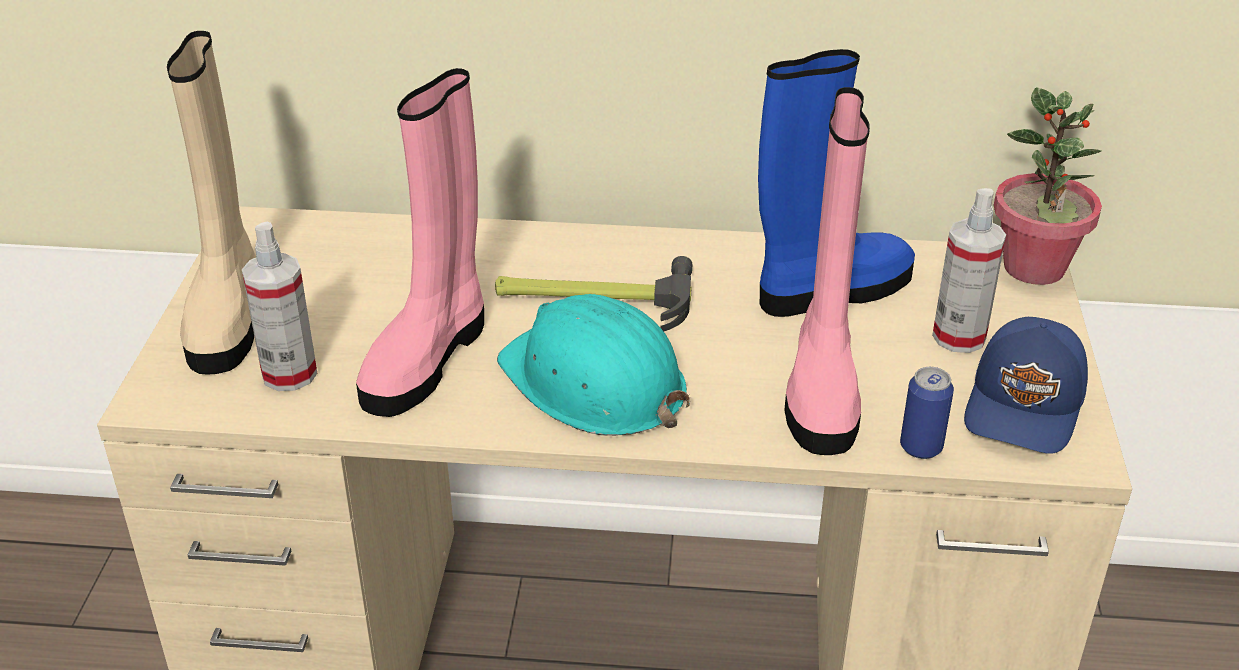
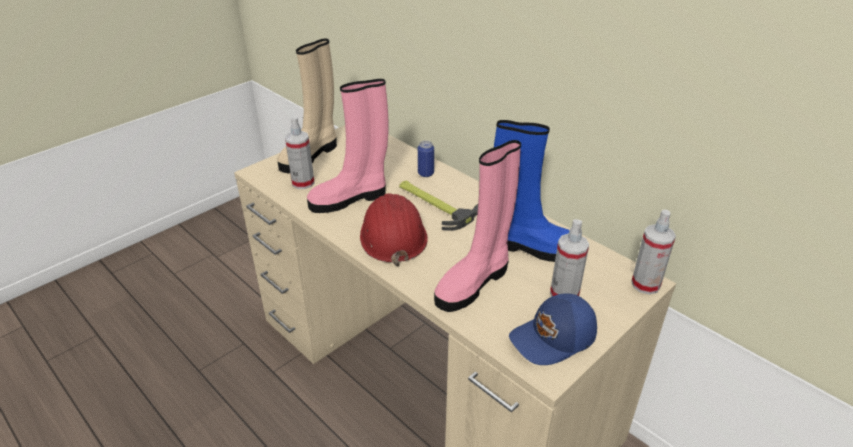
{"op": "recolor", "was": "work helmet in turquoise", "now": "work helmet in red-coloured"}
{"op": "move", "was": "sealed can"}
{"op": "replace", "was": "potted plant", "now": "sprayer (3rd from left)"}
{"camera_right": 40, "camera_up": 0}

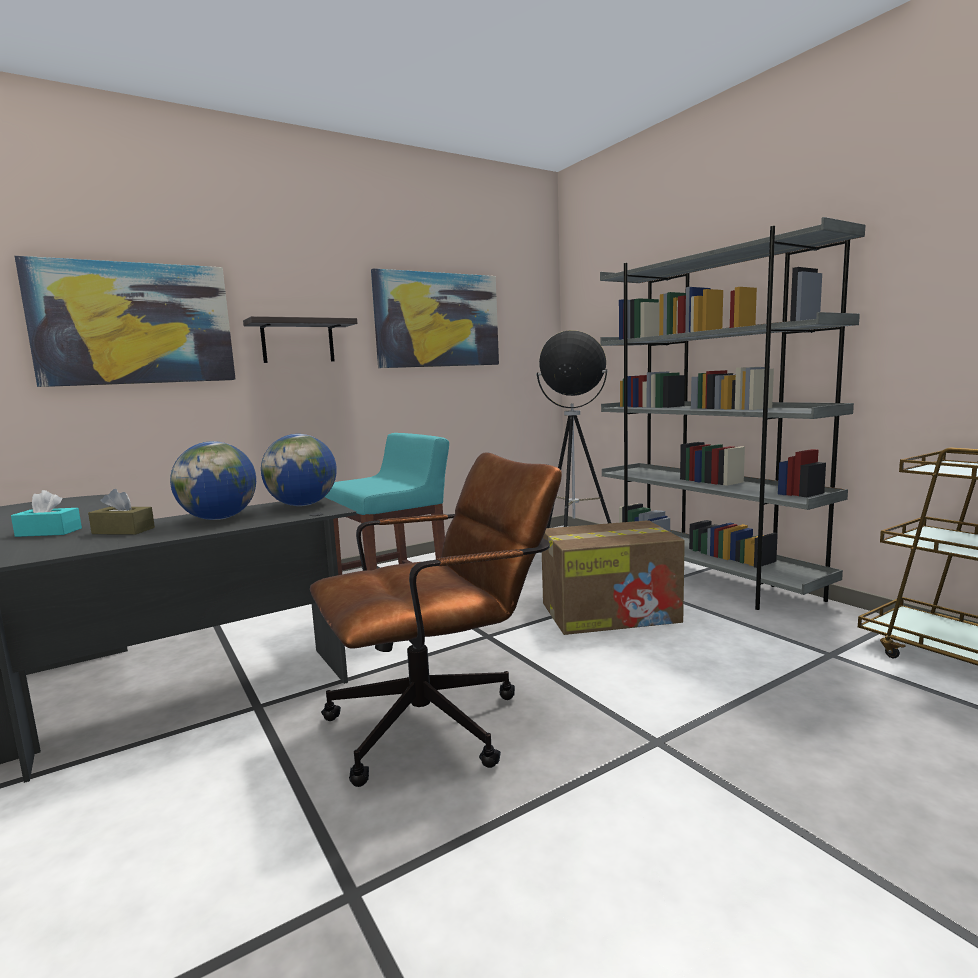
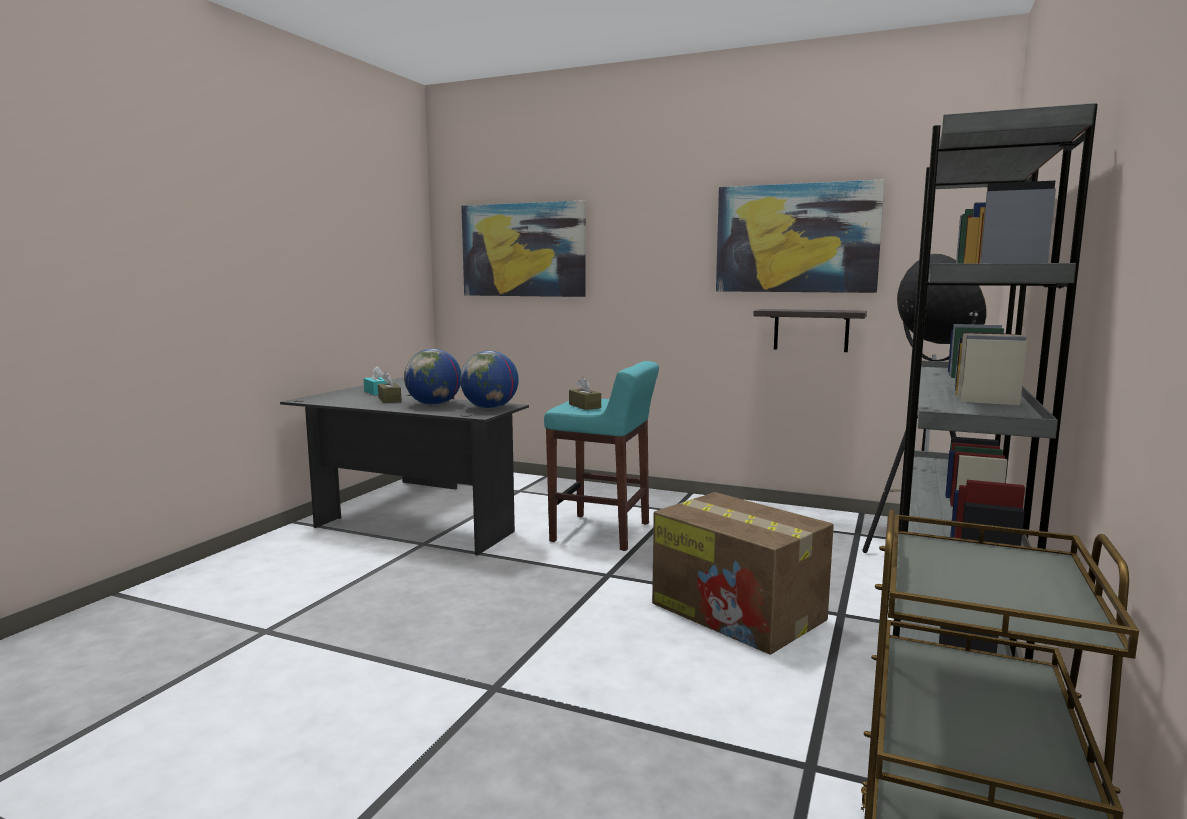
{"op": "move", "was": "shelf"}
{"op": "delete", "was": "computer chair in brown"}
{"op": "insert", "now": "box of tissues in brown (2nd from left)"}
{"camera_right": 55, "camera_up": 0}

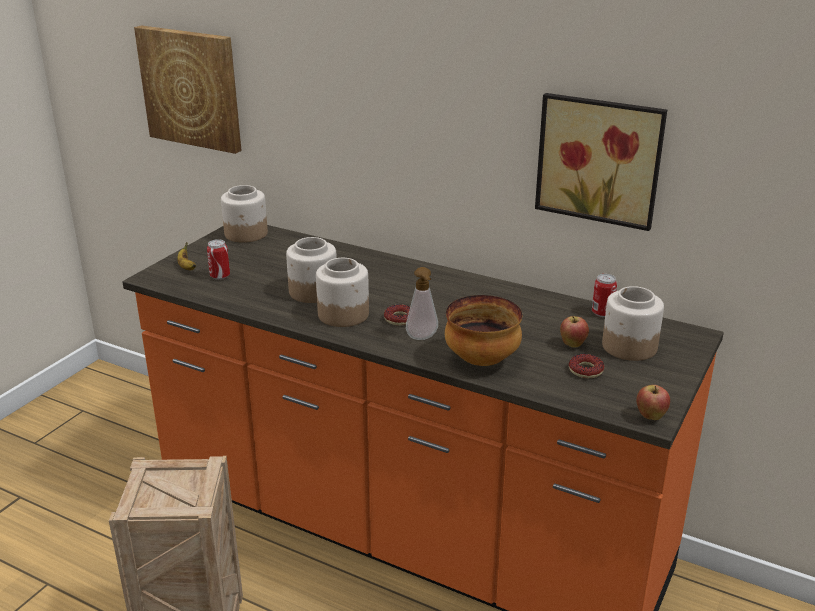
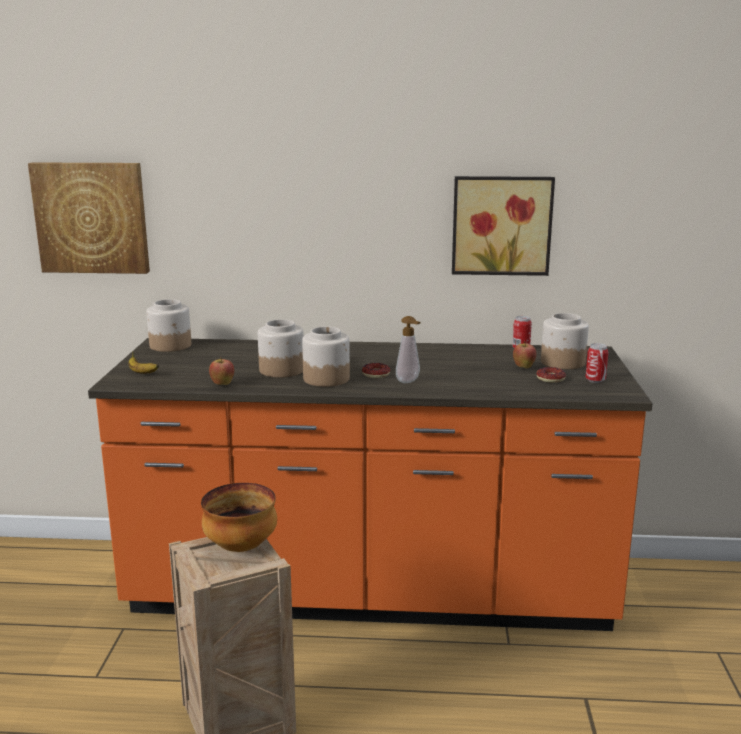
{"op": "move", "was": "sealed can (1st from left in the first image)", "now": "sealed can (2nd from left)"}
{"op": "move", "was": "serving bowl"}
{"op": "move", "was": "apple (2nd from left in the first image)", "now": "apple (1st from left)"}
{"camera_right": -25, "camera_up": -10}

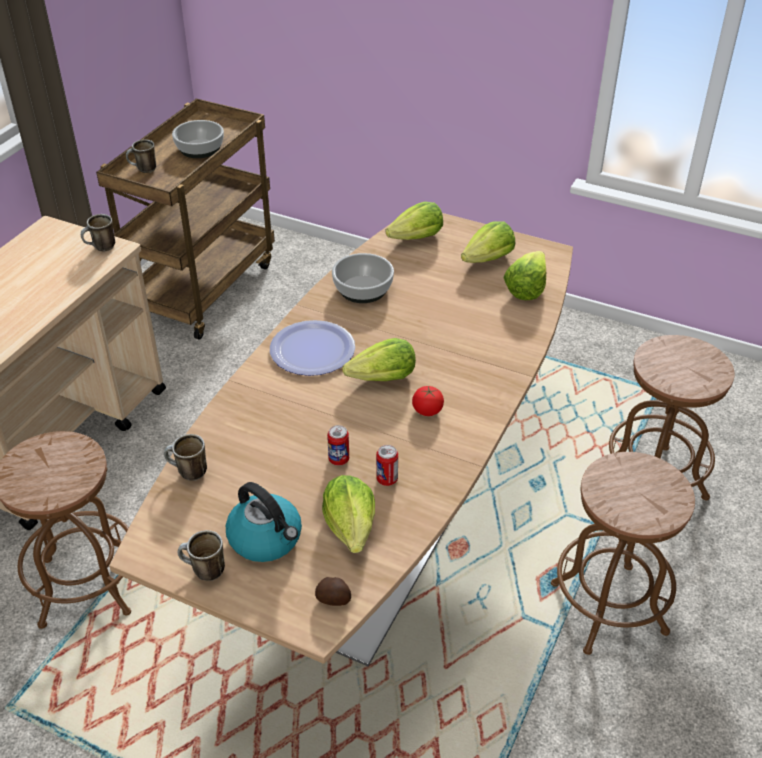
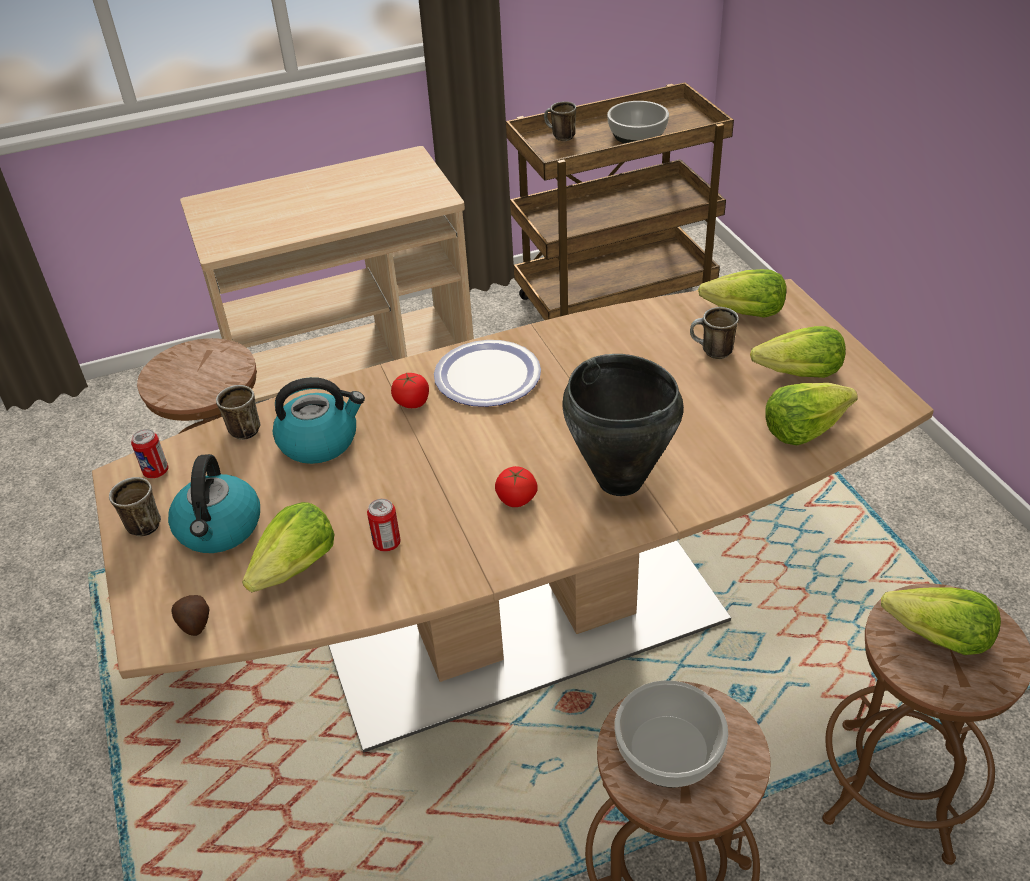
{"op": "move", "was": "tea mug (1st from left in the first image)", "now": "tea mug (4th from left)"}
{"op": "move", "was": "sealed can (1st from left)"}
{"op": "move", "was": "serving bowl (2nd from left)"}
{"op": "move", "was": "lettuce (2nd from left in the first image)", "now": "lettuce (5th from left)"}
{"op": "insert", "now": "kettle (2nd from left)"}
{"op": "insert", "now": "whole tomato (1st from left)"}
{"op": "insert", "now": "cooking pot in black-coloured"}
{"camera_right": 45, "camera_up": 0}

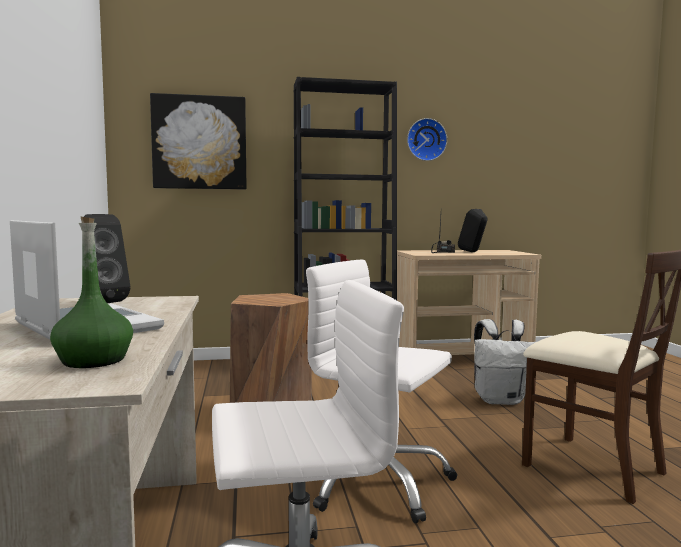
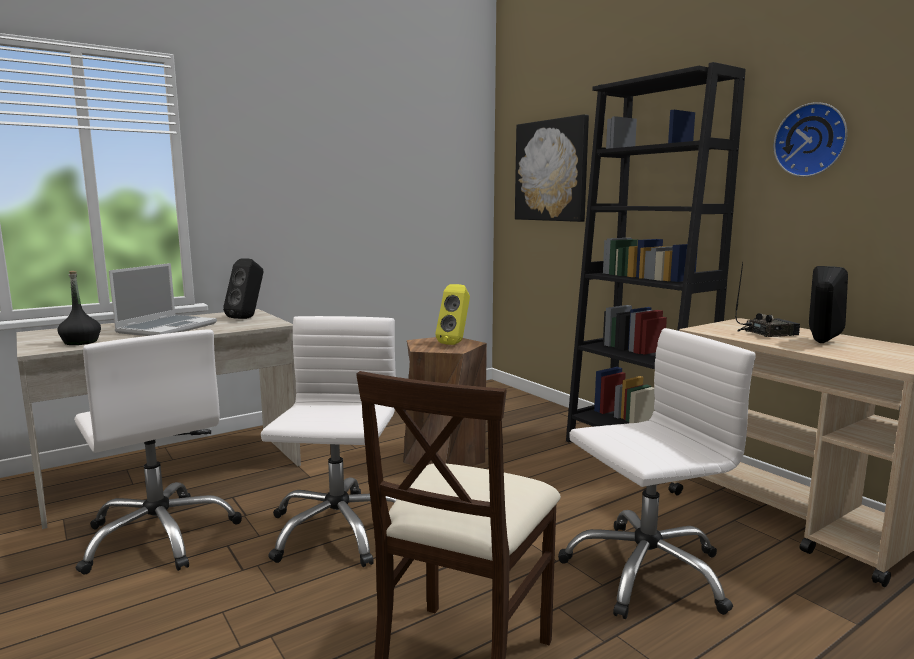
{"op": "recolor", "was": "drink bottle in green", "now": "drink bottle in black-coloured"}
{"op": "replace", "was": "rucksack in white-coloured", "now": "computer chair in white-coloured (3rd from left)"}
{"op": "insert", "now": "speaker in yellow-coloured"}
{"camera_right": 65, "camera_up": 5}

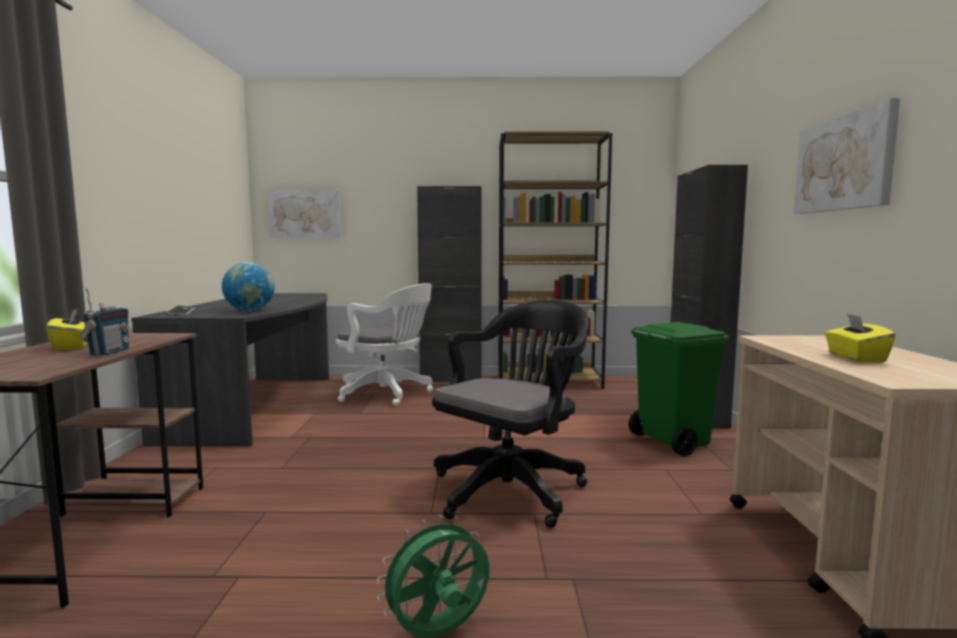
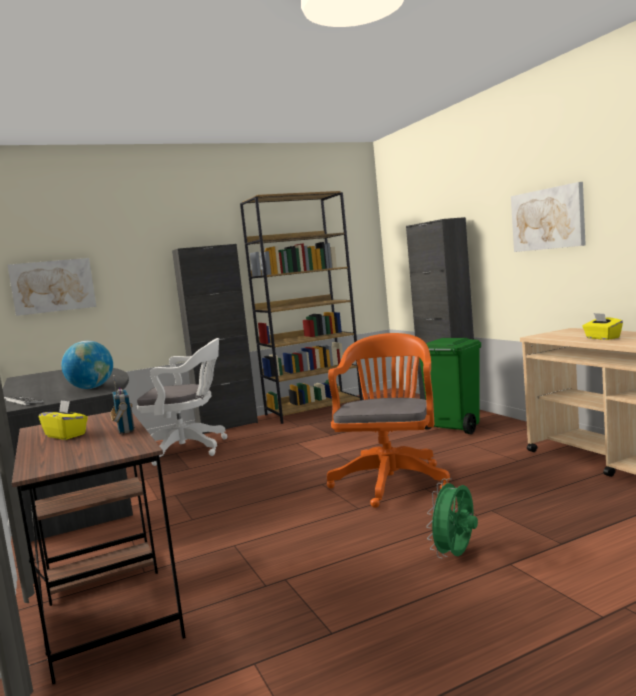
{"op": "recolor", "was": "computer chair in black-coloured", "now": "computer chair in orange"}
{"camera_right": -25, "camera_up": 0}

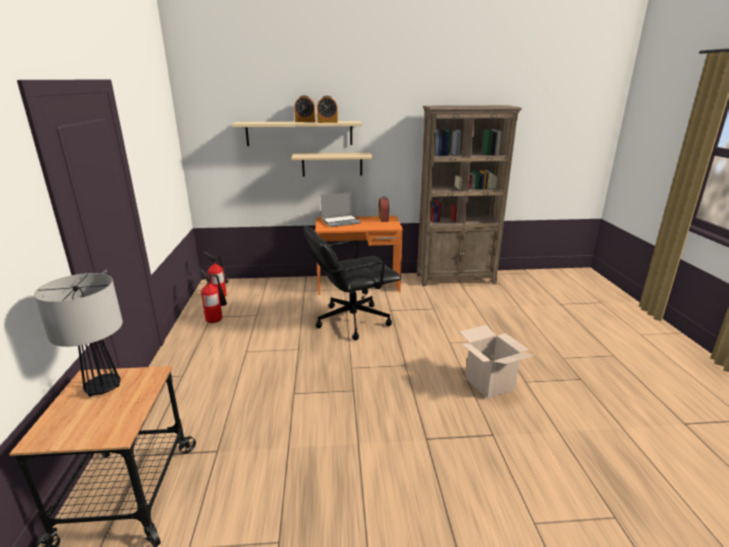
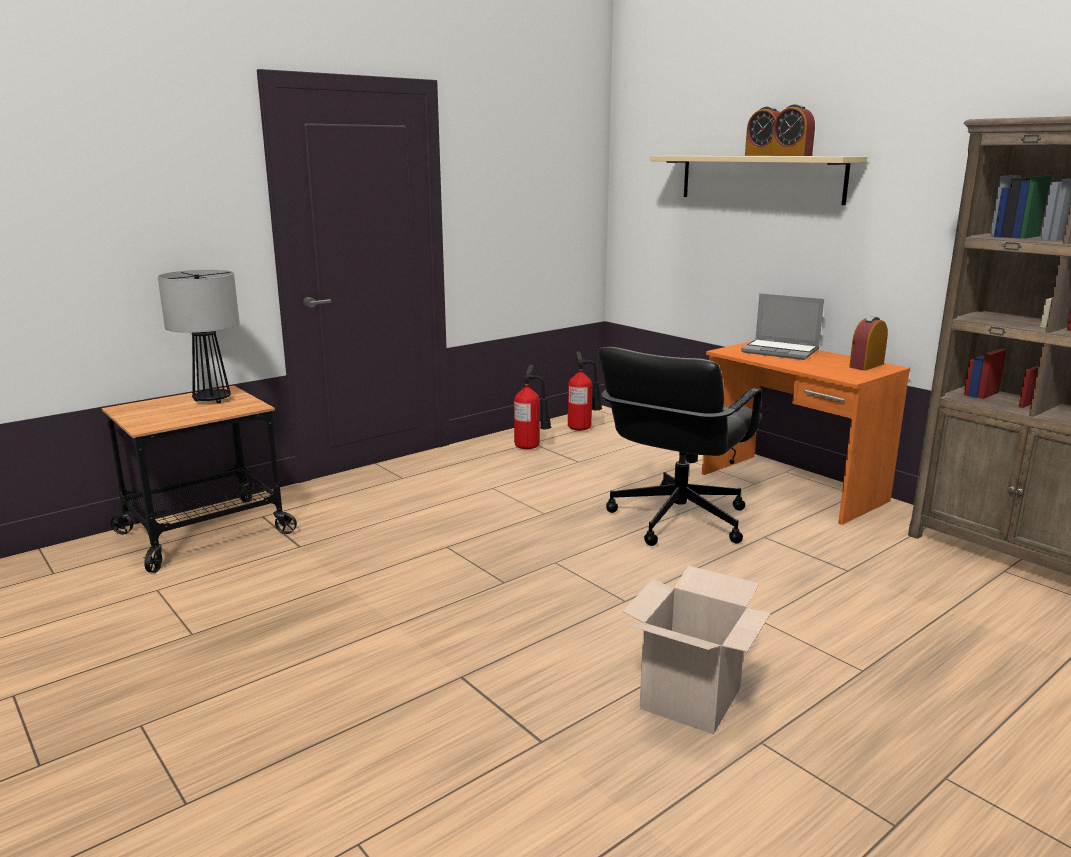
{"op": "delete", "was": "shelf in beige-coloured (2nd from left)"}
{"op": "rotate", "was": "computer chair in black-coloured", "clockwise": -90}
{"camera_right": 55, "camera_up": -5}

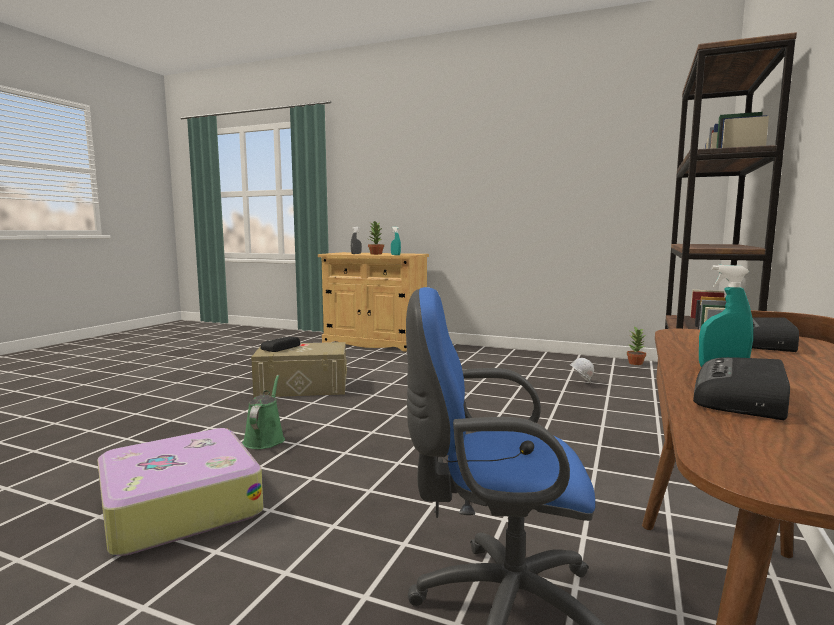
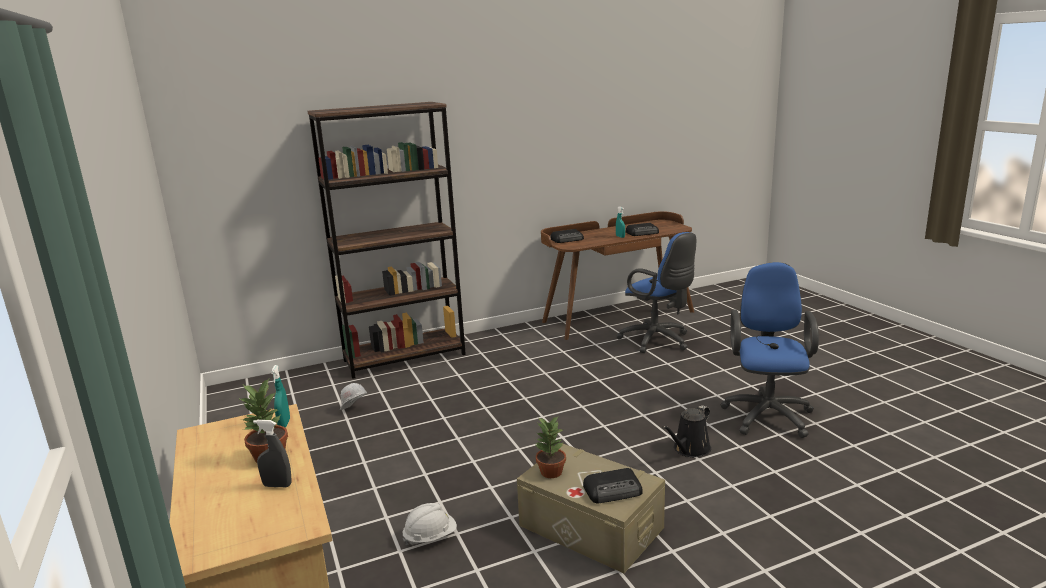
{"op": "replace", "was": "piece of luggage", "now": "computer chair in blue (2nd from left)"}
{"op": "recolor", "was": "sprinkling can in green", "now": "sprinkling can in black-coloured"}
{"op": "move", "was": "potted plant (2nd from left)"}
{"op": "insert", "now": "work helmet in white-coloured (2nd from left)"}
{"camera_right": -135, "camera_up": 10}

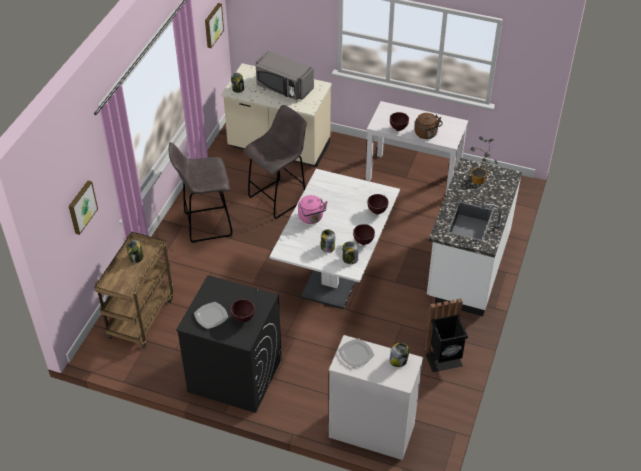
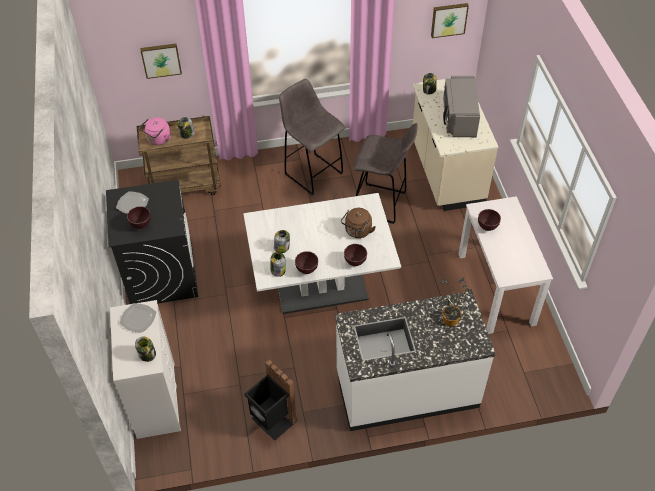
{"op": "move", "was": "kettle in pinkish"}
{"op": "move", "was": "kettle in brown"}
{"camera_right": 60, "camera_up": 5}

